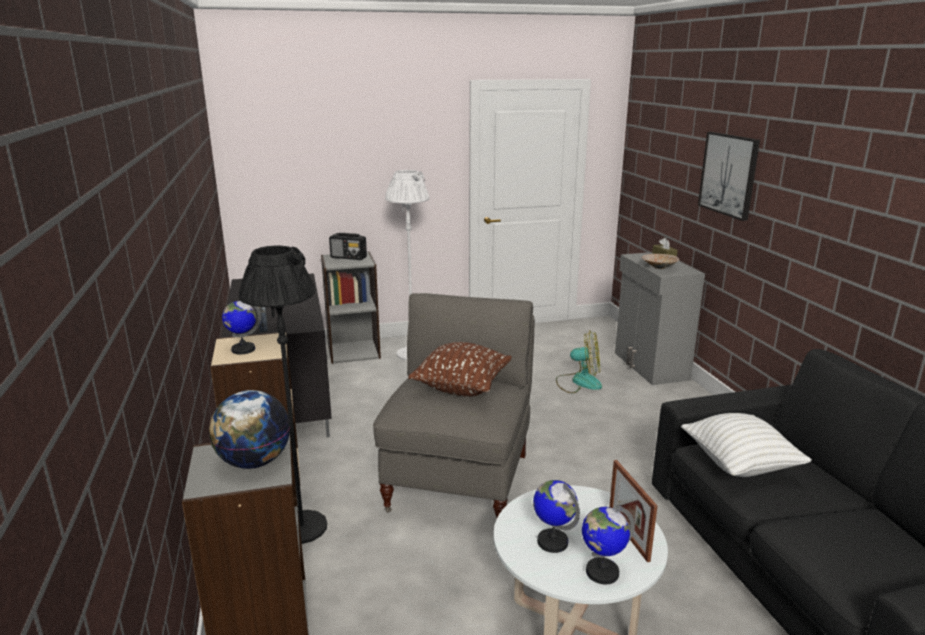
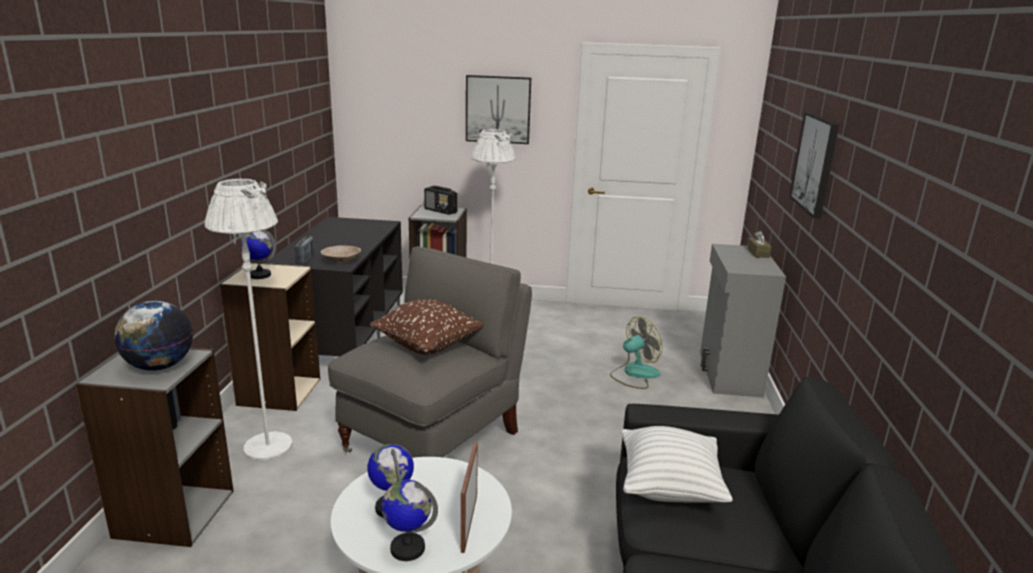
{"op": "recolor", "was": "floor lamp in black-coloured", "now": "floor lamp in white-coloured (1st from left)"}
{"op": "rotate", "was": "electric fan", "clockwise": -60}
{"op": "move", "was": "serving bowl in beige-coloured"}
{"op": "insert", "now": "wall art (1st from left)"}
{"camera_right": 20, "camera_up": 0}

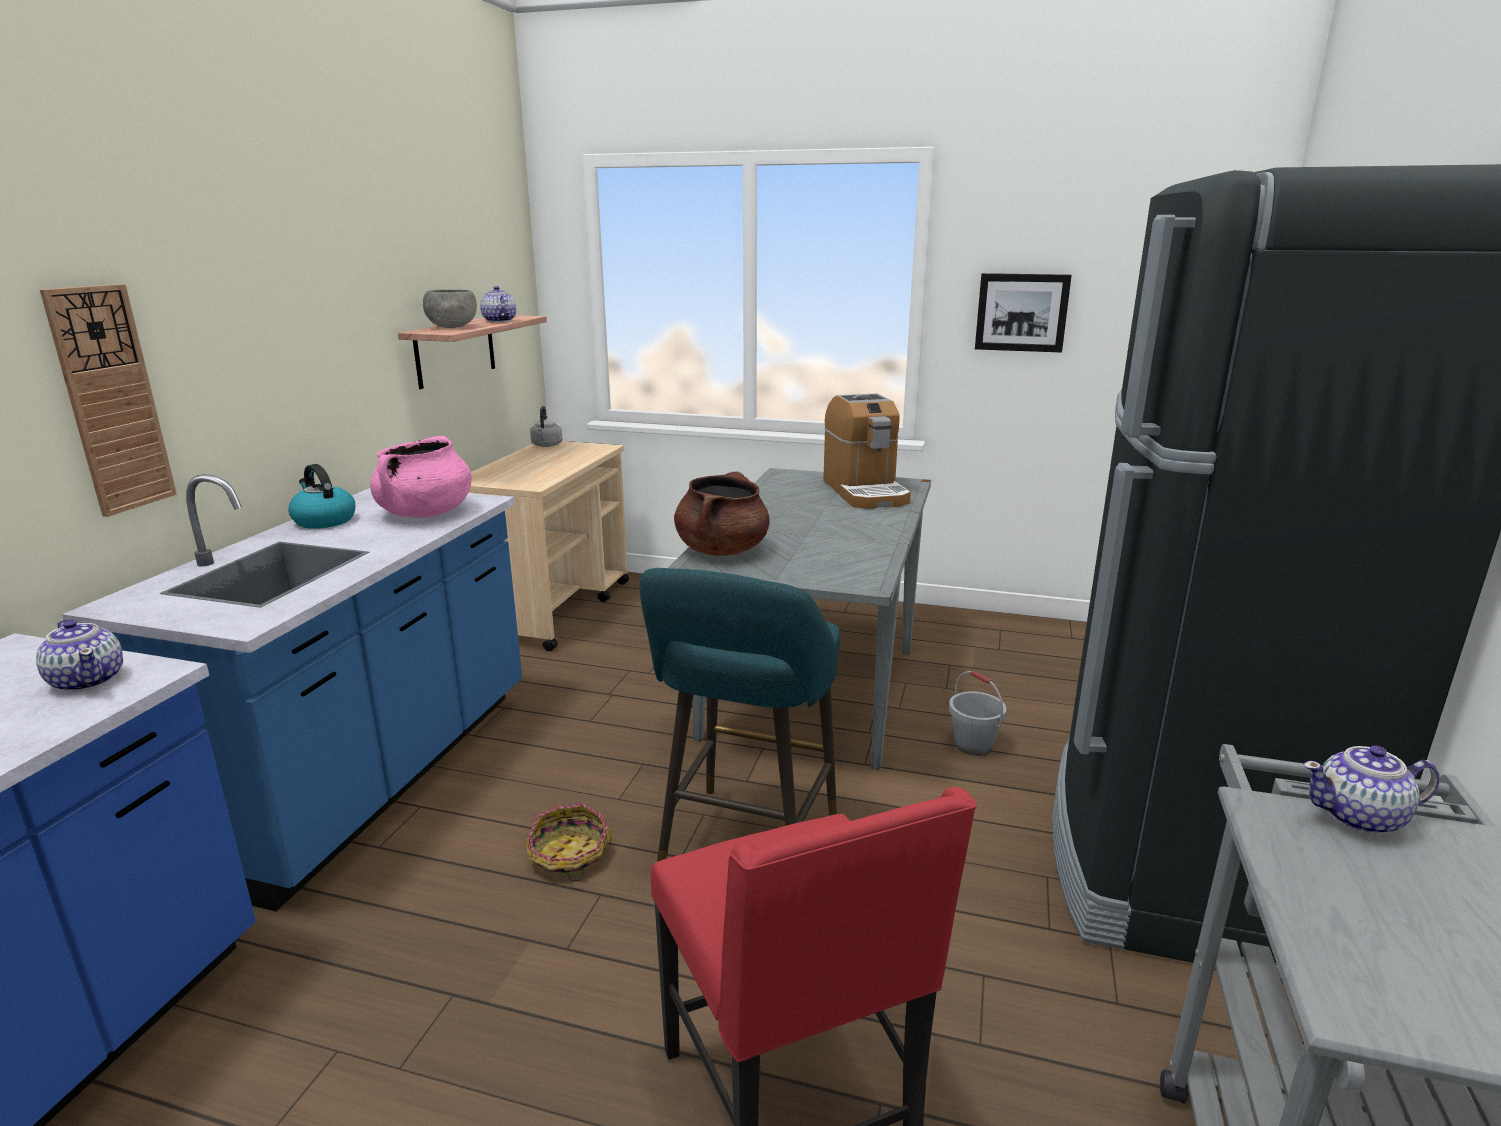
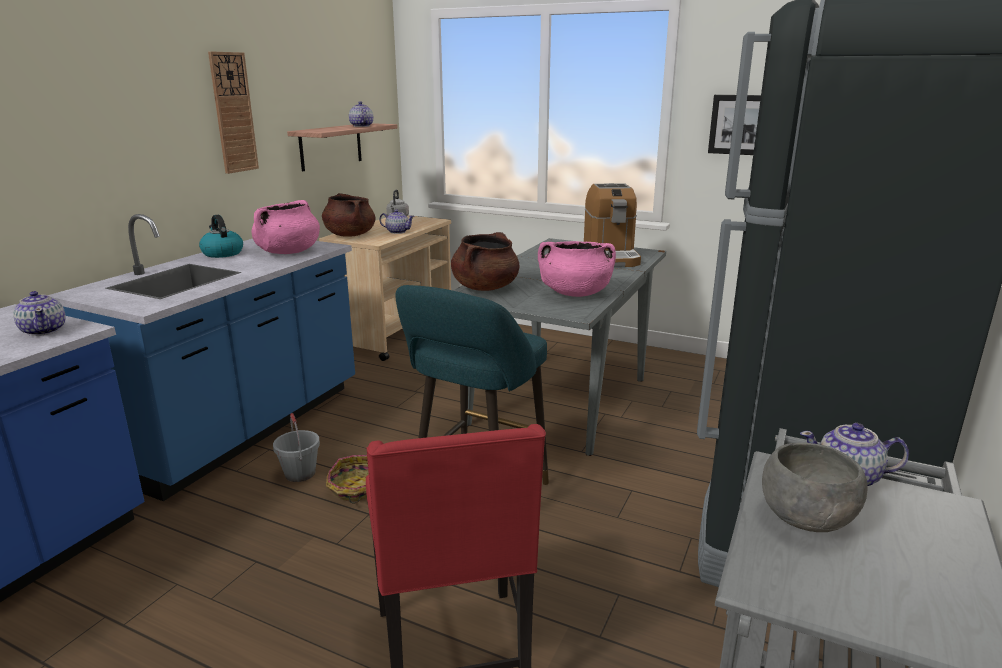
{"op": "move", "was": "clock on the wall"}
{"op": "move", "was": "serving bowl in gray"}
{"op": "move", "was": "water bucket in gray"}
{"op": "insert", "now": "cooking pot in brown (1st from left)"}
{"op": "insert", "now": "teapot (3rd from left)"}
{"op": "insert", "now": "cooking pot in pinkish (2nd from left)"}
{"camera_right": 10, "camera_up": 0}

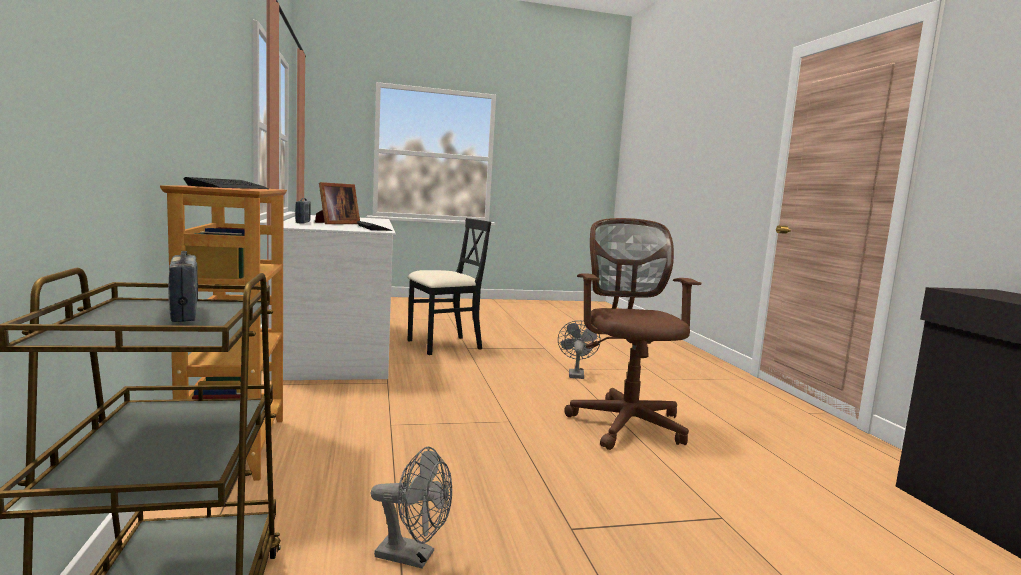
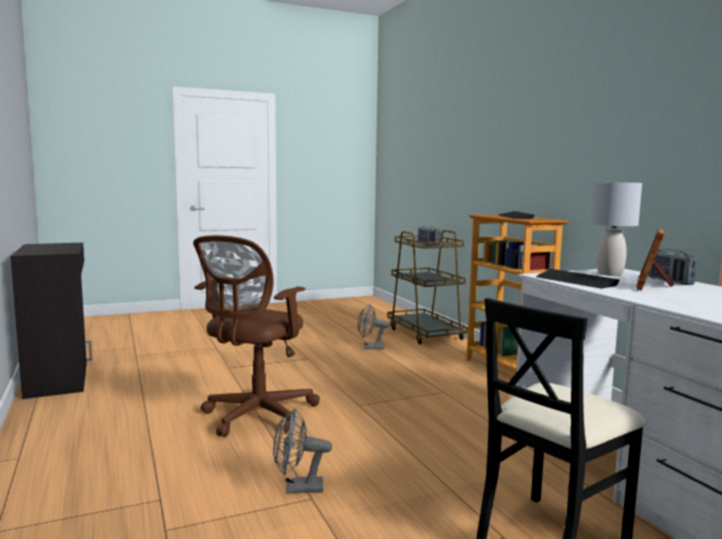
{"op": "rotate", "was": "electric fan in gray (2nd from left in the first image)", "clockwise": 90}
{"op": "rotate", "was": "computer chair in brown", "clockwise": 45}
{"op": "insert", "now": "lamp for a table in gray"}
{"camera_right": 170, "camera_up": 0}

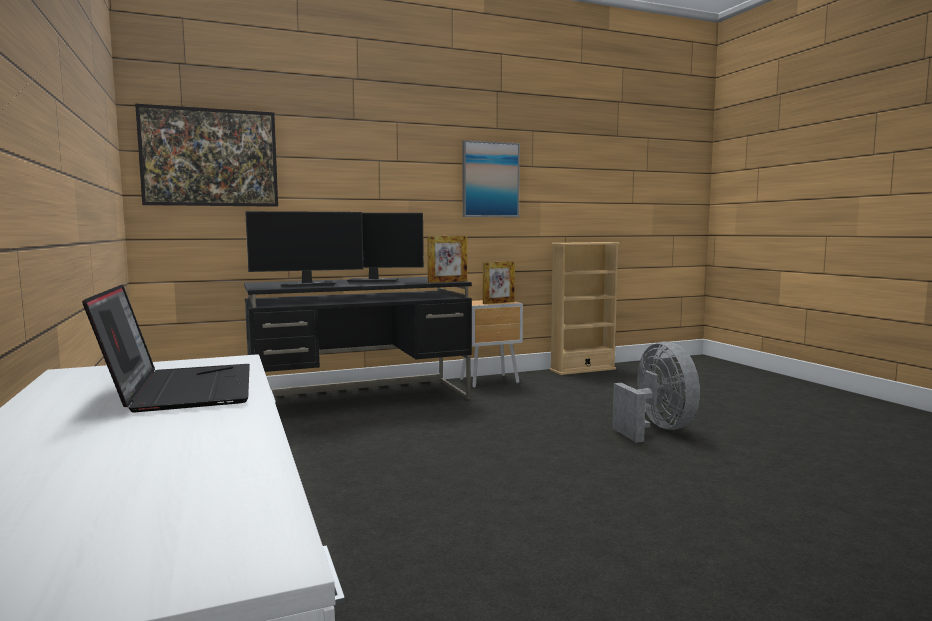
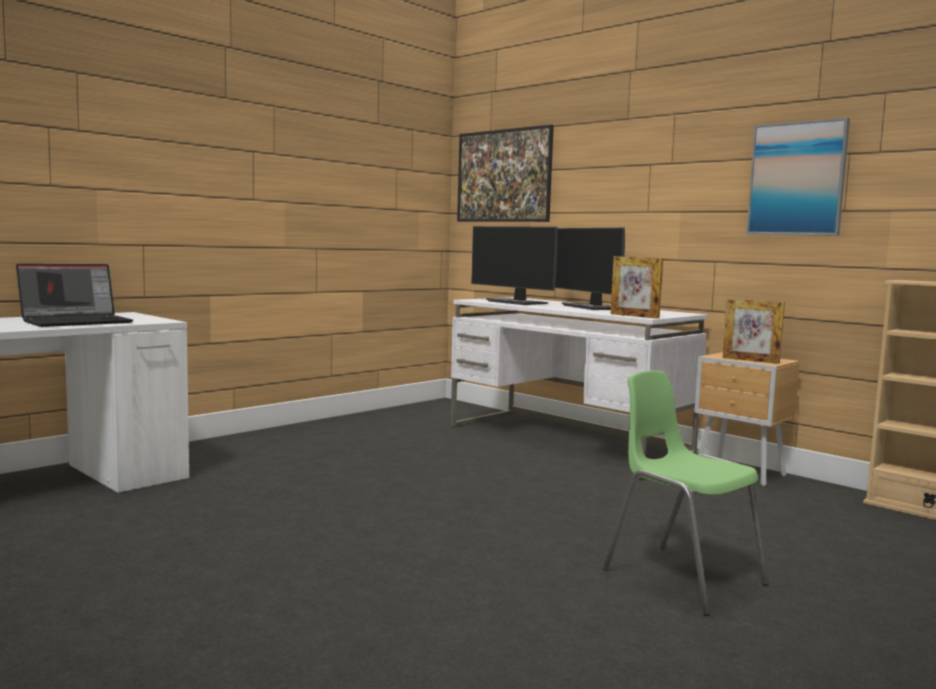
{"op": "recolor", "was": "desk in black-coloured", "now": "desk in white-coloured (2nd from left)"}
{"op": "replace", "was": "electric fan in gray", "now": "upright chair in green"}
{"camera_right": 65, "camera_up": 0}

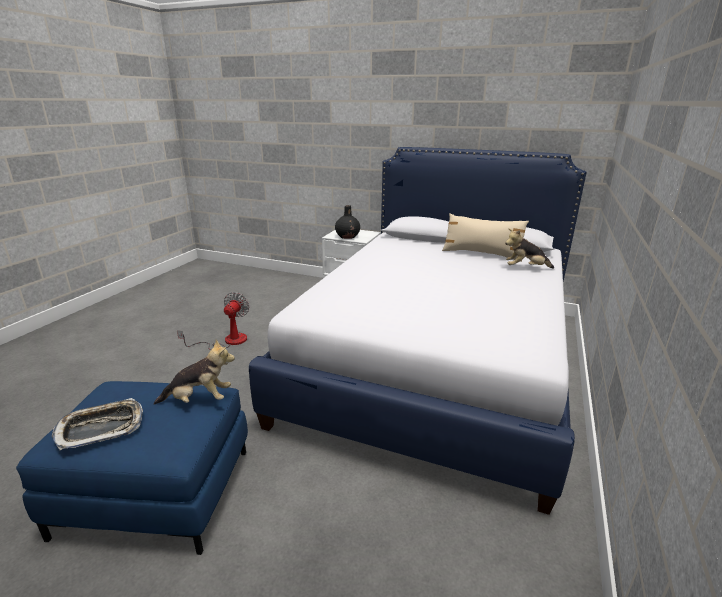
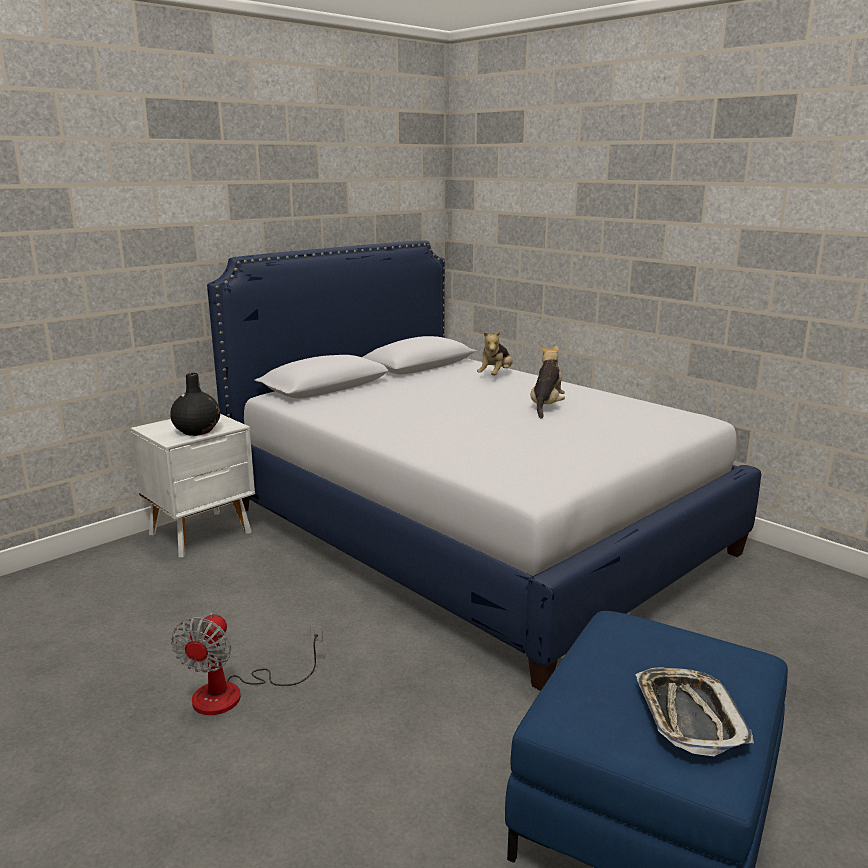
{"op": "move", "was": "soft toy (1st from left in the first image)", "now": "soft toy (2nd from left)"}
{"op": "rotate", "was": "electric fan", "clockwise": -120}
{"op": "delete", "was": "pillow in beige-coloured"}
{"camera_right": -65, "camera_up": -5}

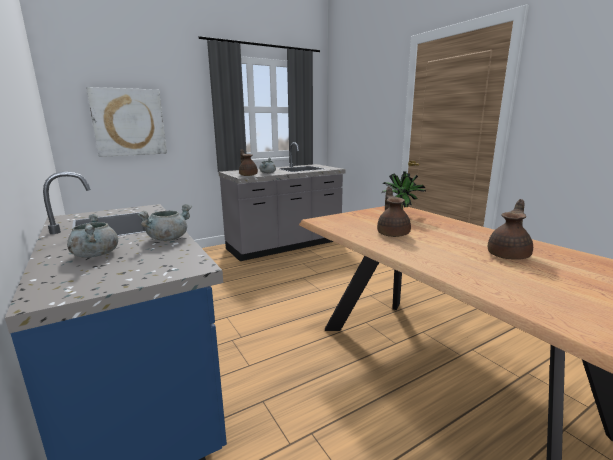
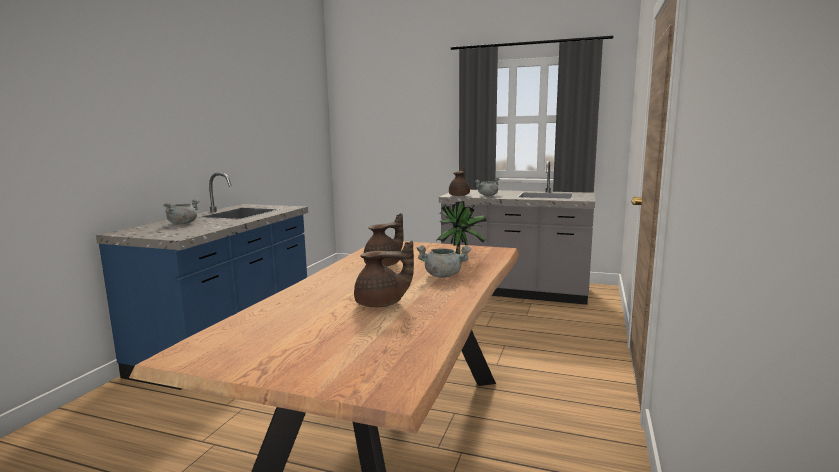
{"op": "delete", "was": "wall art"}
{"op": "move", "was": "cooking pot in gray (2nd from left)"}
{"camera_right": 50, "camera_up": -5}

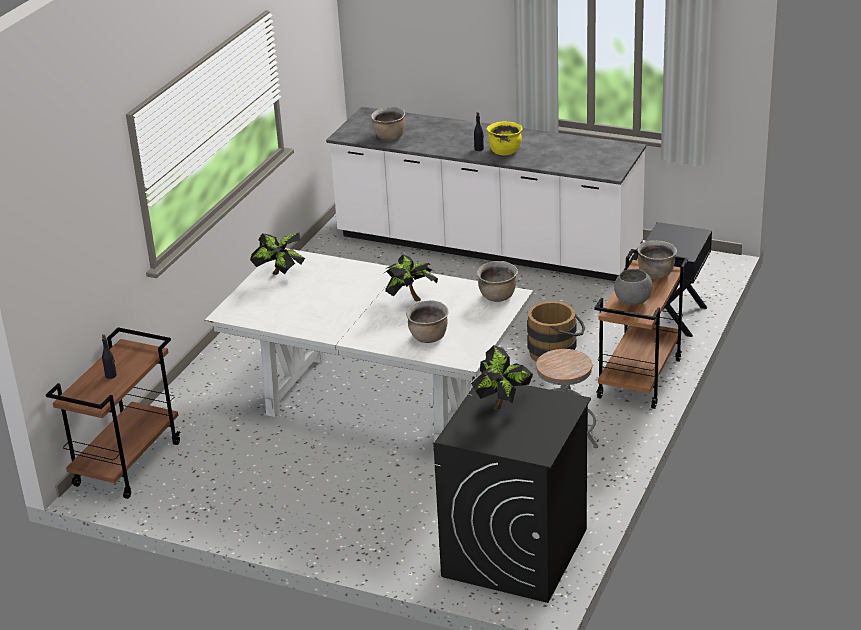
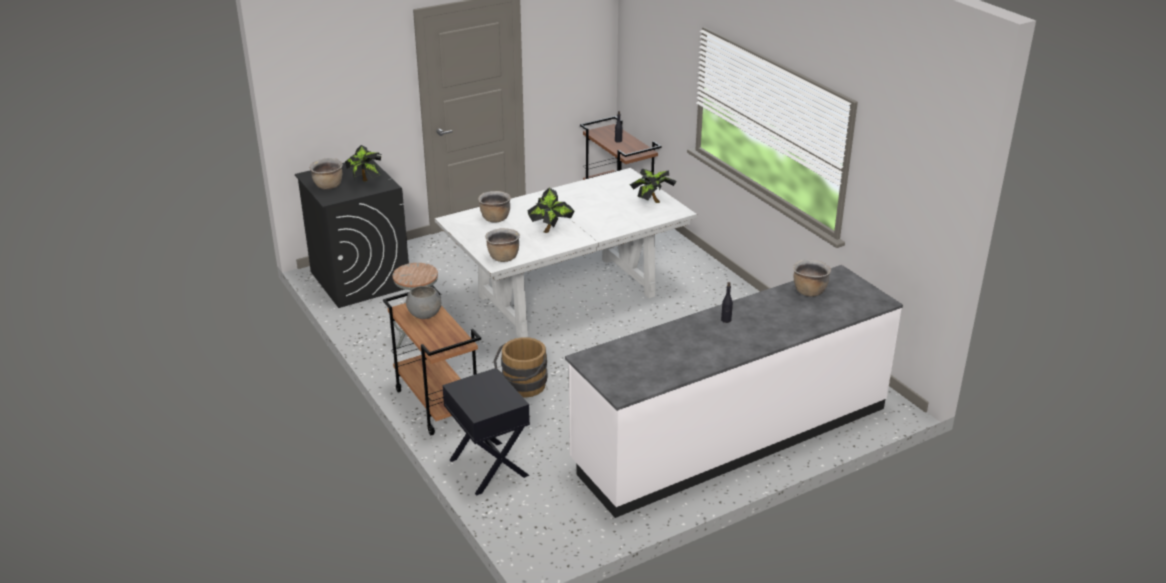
{"op": "delete", "was": "cooking pot in yellow-coloured"}
{"op": "move", "was": "cooking pot in brown (4th from left in the first image)", "now": "cooking pot in brown (1st from left)"}
{"camera_right": 125, "camera_up": 0}

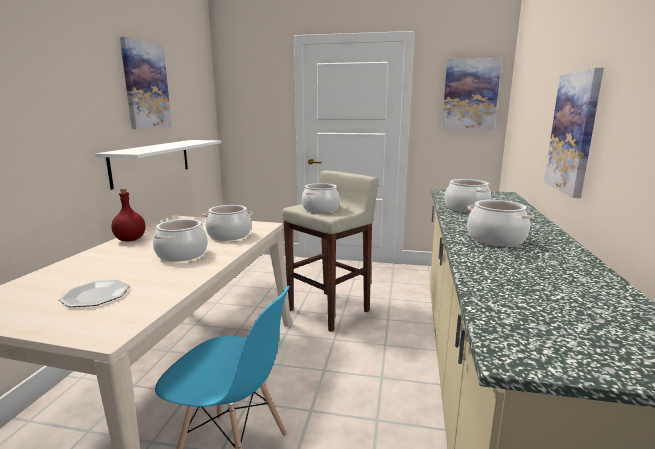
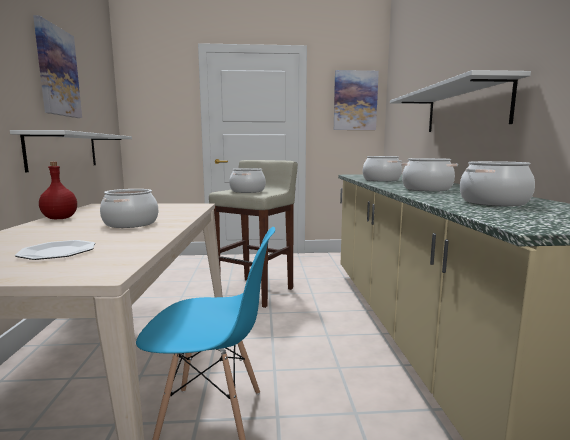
{"op": "move", "was": "cooking pot (2nd from left in the first image)", "now": "cooking pot (5th from left)"}
{"op": "replace", "was": "wall art (3rd from left)", "now": "shelf in white-coloured (2nd from left)"}
{"camera_right": -15, "camera_up": -5}

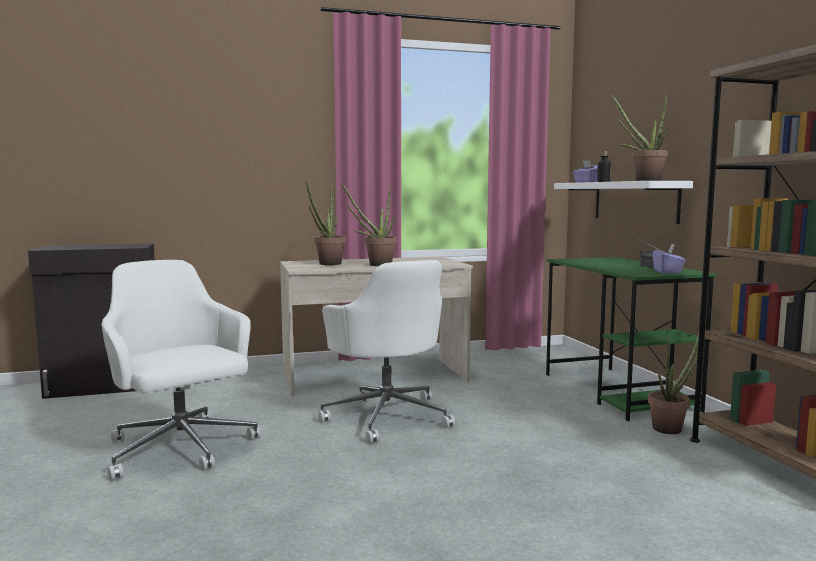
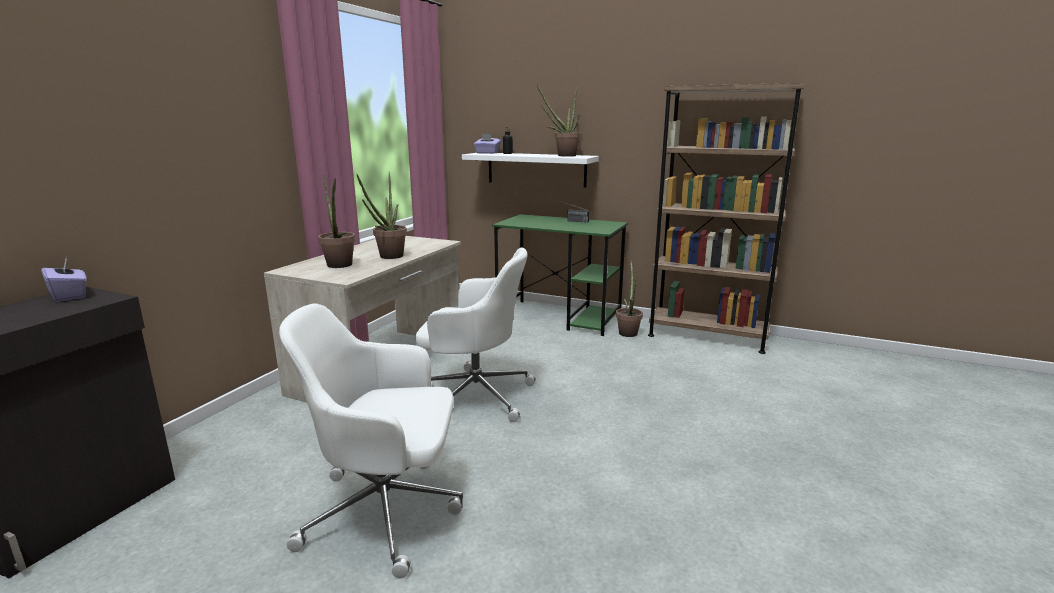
{"op": "move", "was": "box of tissues in purple (2nd from left in the first image)", "now": "box of tissues in purple (1st from left)"}
{"camera_right": -50, "camera_up": 10}

